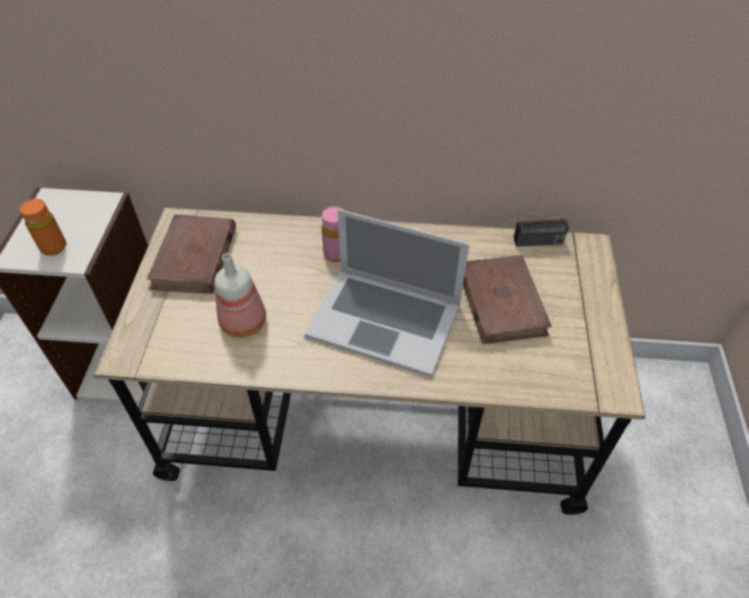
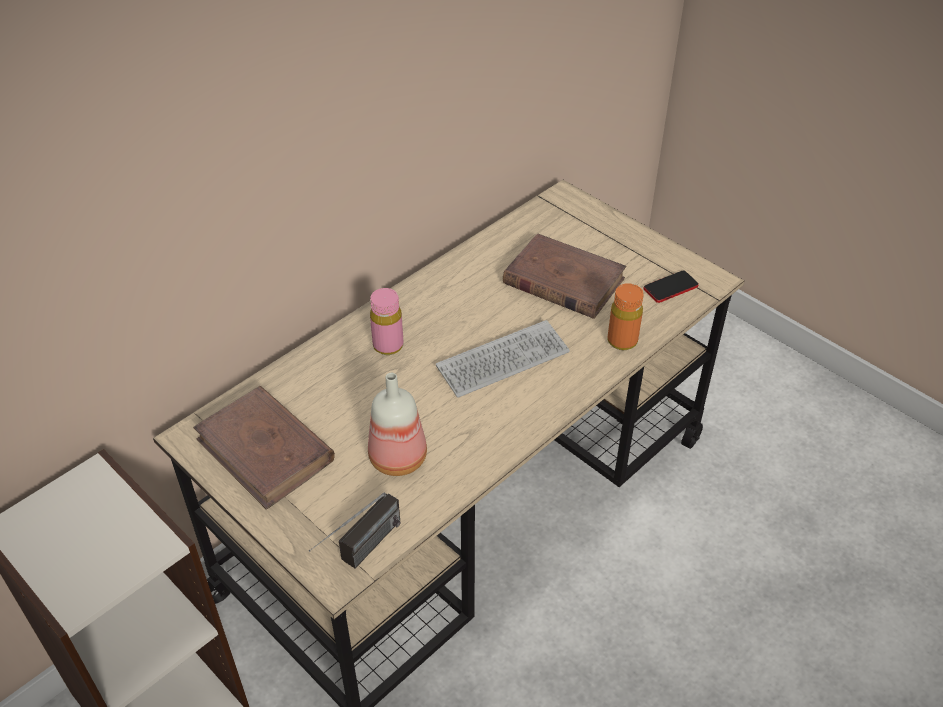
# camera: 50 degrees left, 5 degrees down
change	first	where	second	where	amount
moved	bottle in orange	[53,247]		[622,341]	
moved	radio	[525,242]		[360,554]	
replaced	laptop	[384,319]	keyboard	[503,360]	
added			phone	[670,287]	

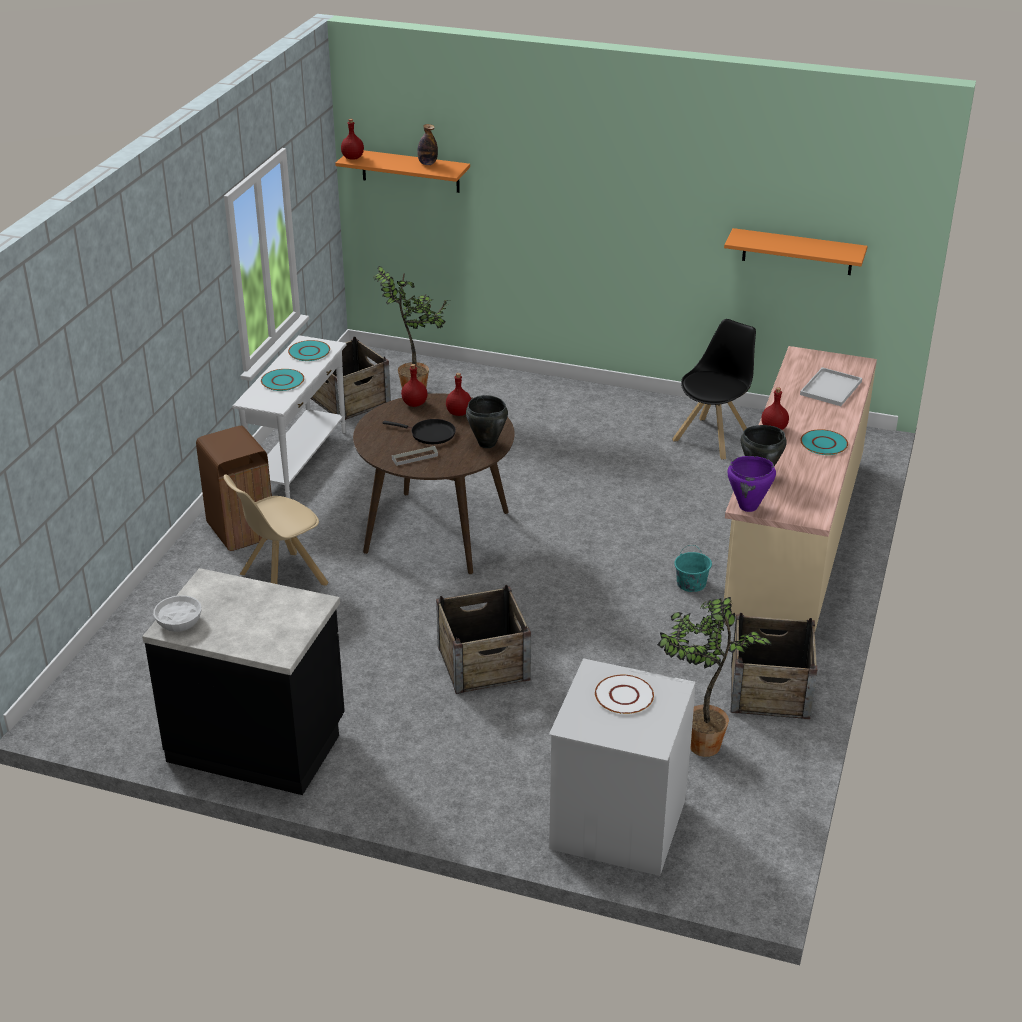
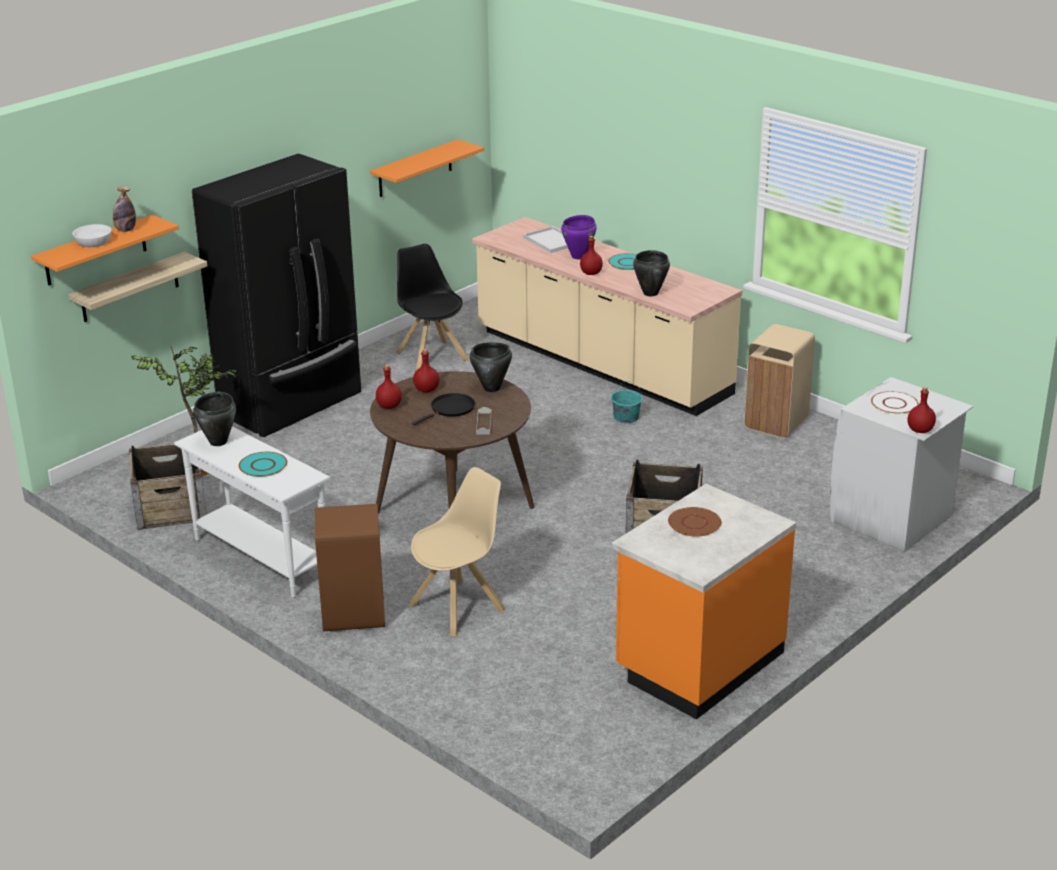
# camera: 65 degrees left, 5 degrees down
change	first	where	second	where	amount
moved	bottle in red	[353,158]		[919,430]	
replaced	plate in turquoise	[309,352]	cooking pot in black	[218,442]	
moved	cooking pot in purple	[748,507]		[579,256]	
turned	chair in beige	[281,579]		[459,606]	120 degrees counterclockwise
recoloured	counter in black	[258,741]	counter in orange	[698,662]	
moved	bowl in white	[179,621]		[93,242]	
removed	potted plant	[699,744]			
replaced	crate	[770,690]	trash can in beige	[777,423]	
added			fridge in black	[295,404]	
added			shelf	[129,288]	
added			plate in brown	[694,523]	

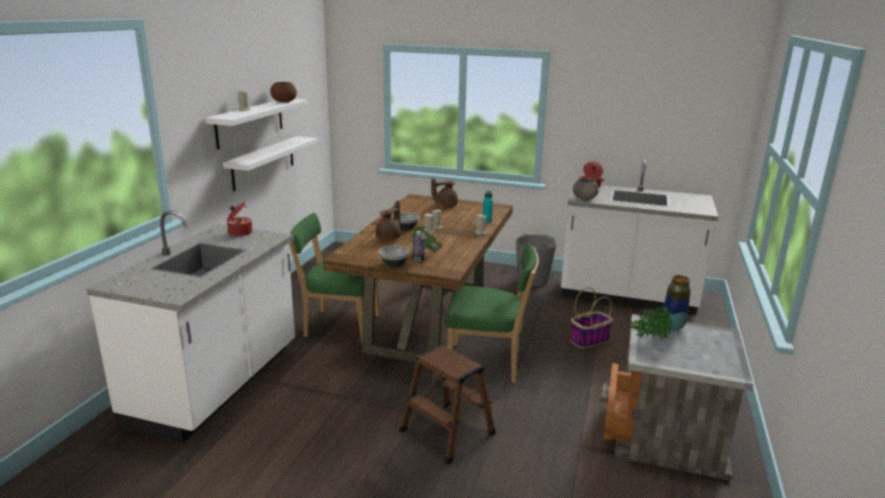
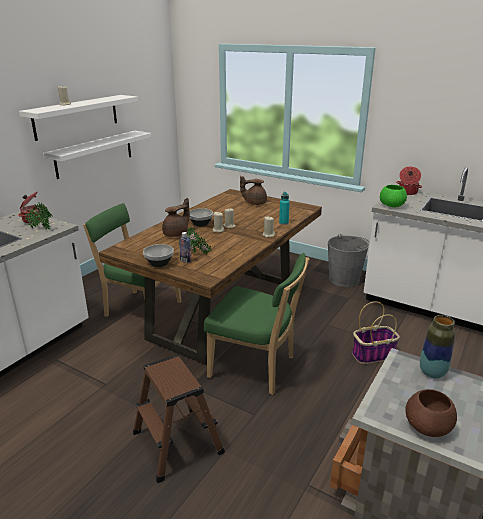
# camera: 15 degrees right, 5 degrees up
change	first	where	second	where	amount
moved	bowl in brown	[284,101]		[428,426]	
recoloured	bowl in grey	[584,198]	bowl in green	[392,205]	
moved	potted plant	[649,338]		[41,229]	

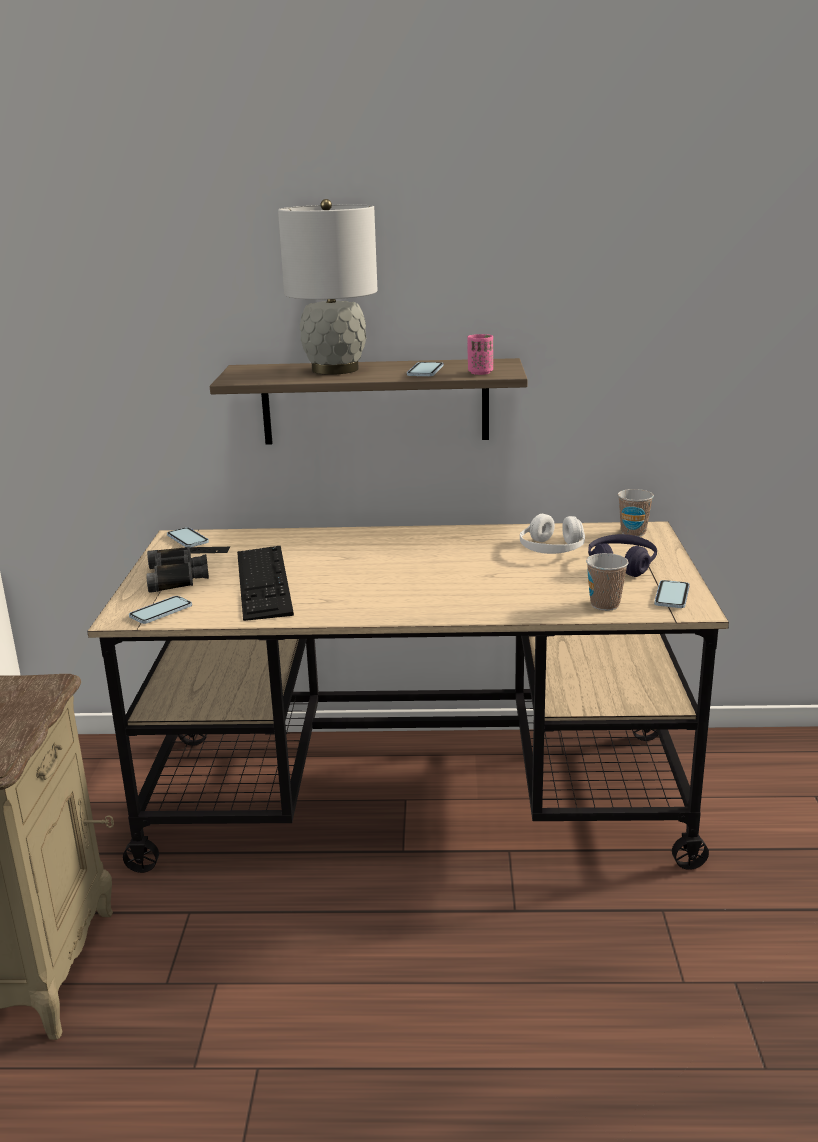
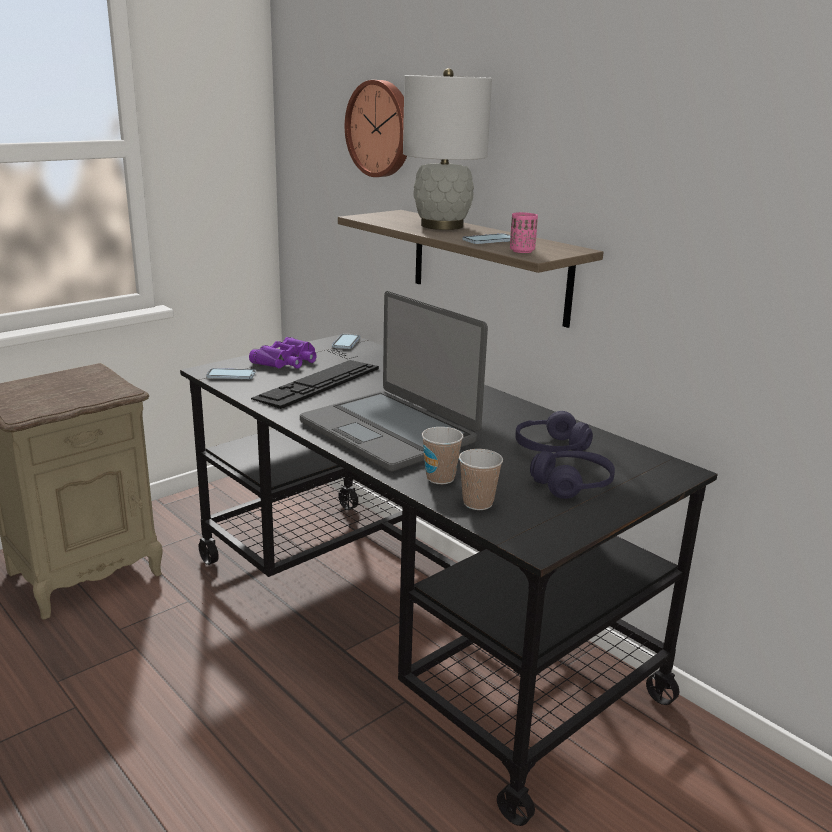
# camera: 45 degrees right, 0 degrees up
change	first	where	second	where	amount
moved	cup	[633,533]		[440,478]	
recoloured	headphones in white	[552,549]	headphones in purple	[550,448]	
recoloured	desk in beige	[414,797]	desk in black	[409,622]	
recoloured	binoculars in black	[177,577]	binoculars in purple	[287,361]	
removed	phone	[672,596]			
added			wall clock	[381,129]	
added			laptop	[390,431]	

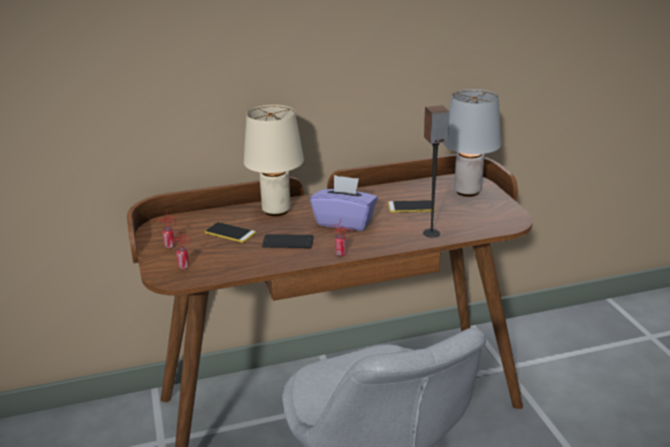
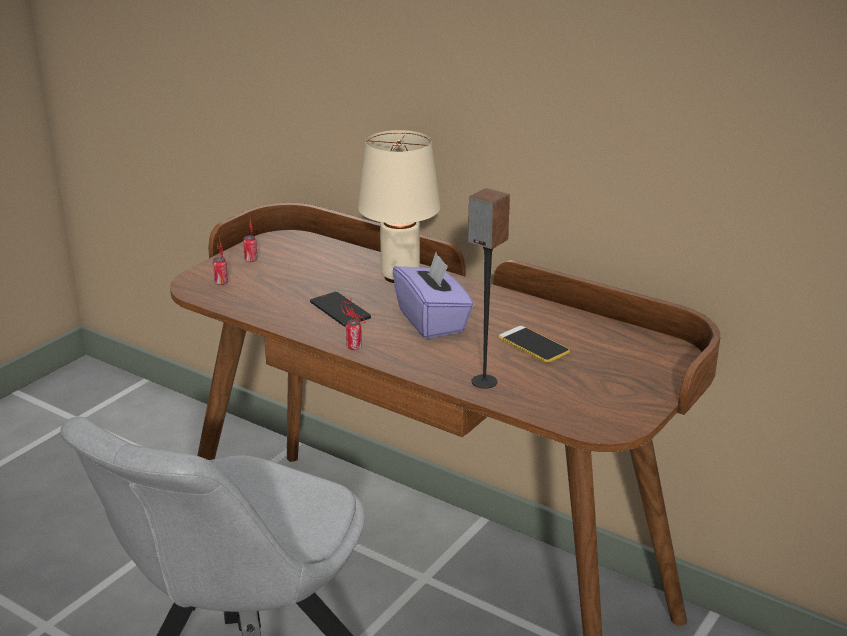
# camera: 50 degrees right, 0 degrees up
change	first	where	second	where	amount
removed	table lamp in grey	[468,191]			
removed	phone	[230,233]			

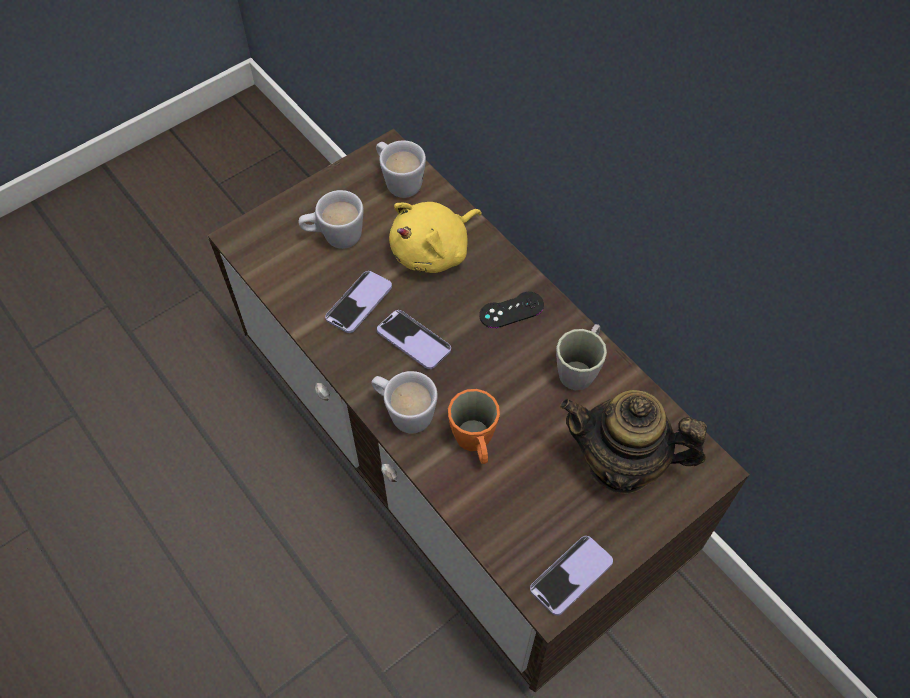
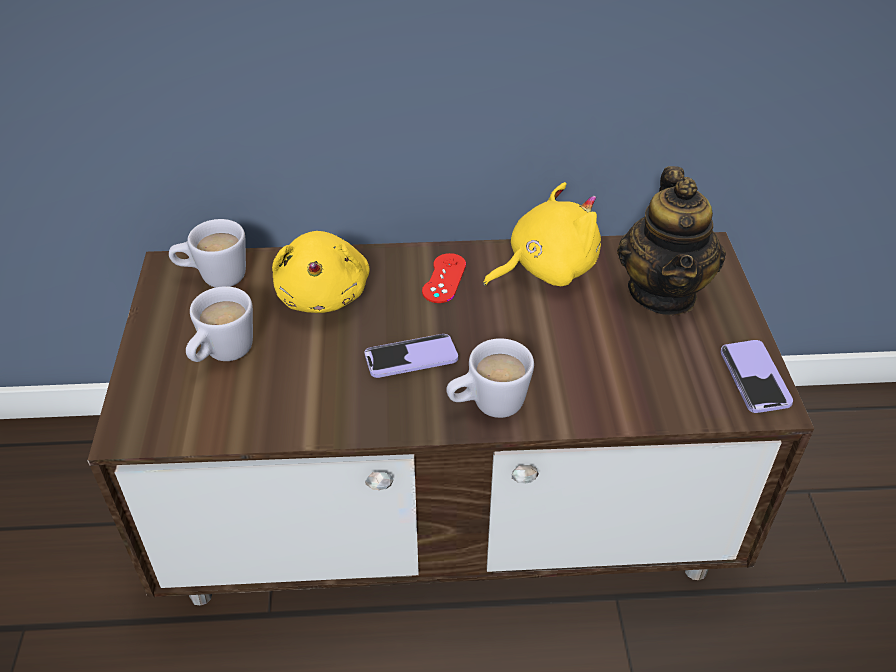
# camera: 55 degrees left, 15 degrees down
change	first	where	second	where	amount
removed	phone	[359,303]			
recoloured	game controller in black	[511,310]	game controller in red	[444,278]	
replaced	mug in grey	[580,368]	plush toy in yellow	[546,268]	
removed	mug in orange	[475,443]			
turned	teapot	[621,464]		[663,292]	45 degrees counterclockwise

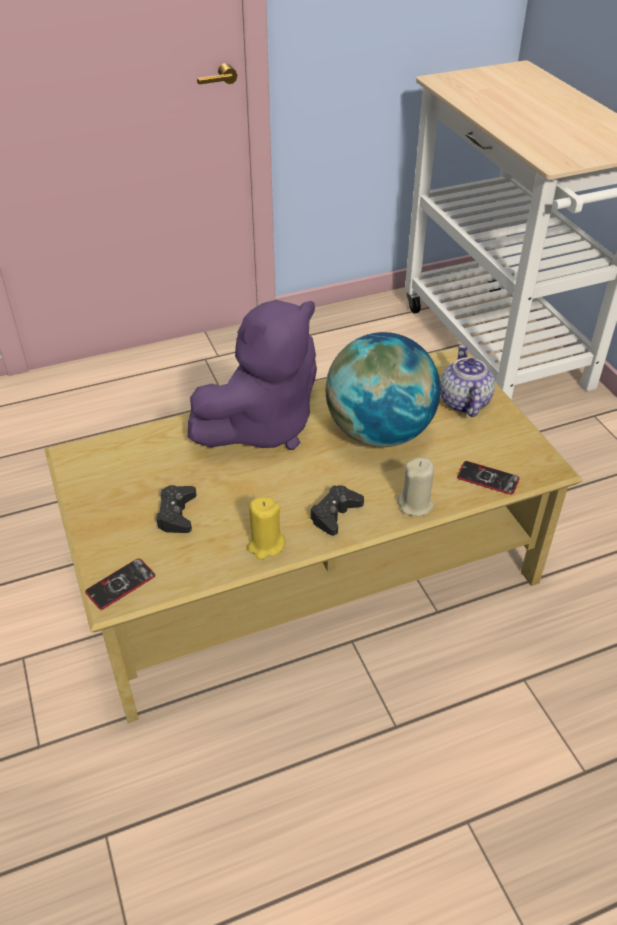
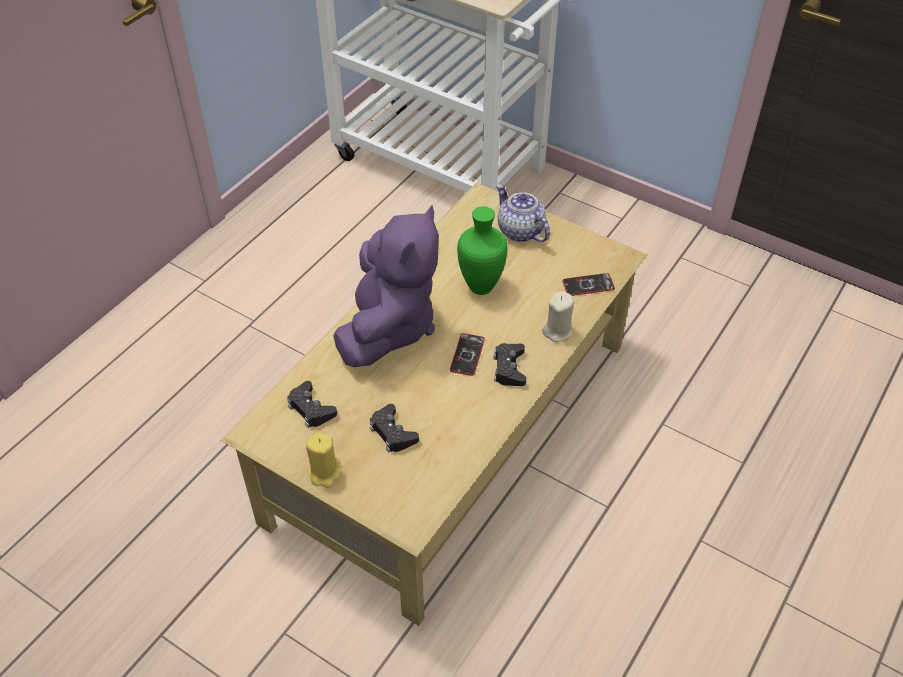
# camera: 35 degrees left, 5 degrees up
change	first	where	second	where	amount
replaced	globe	[379,433]	vase in green	[482,287]	
moved	candle in yellow	[266,545]		[325,473]	
moved	phone	[120,584]		[467,355]	
added			game controller in black	[311,409]	

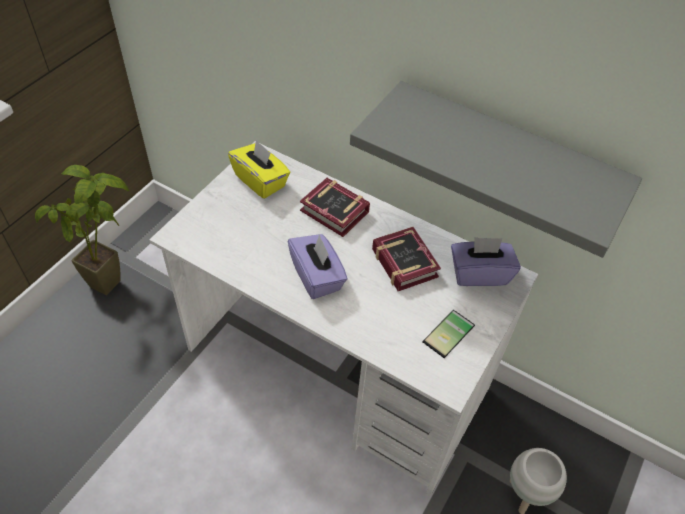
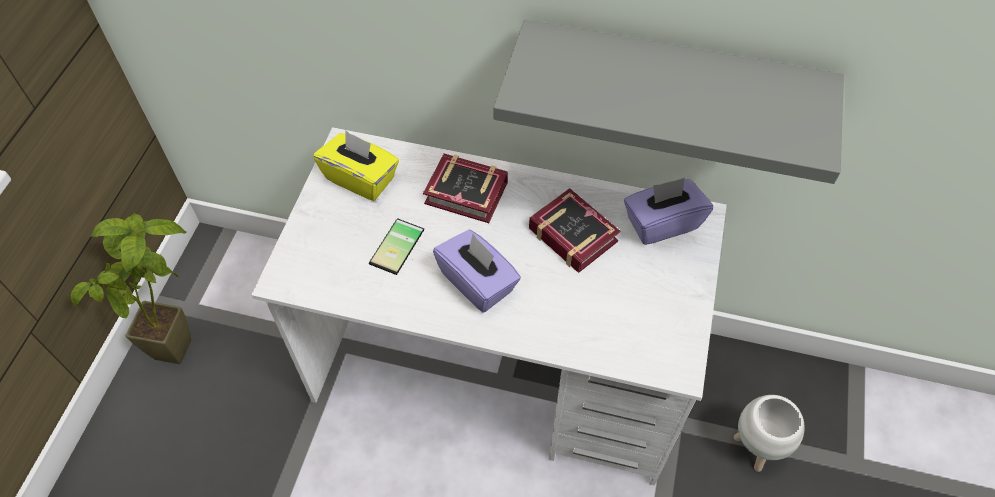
# camera: 15 degrees left, 5 degrees up
change	first	where	second	where	amount
moved	phone	[451,335]		[400,247]	

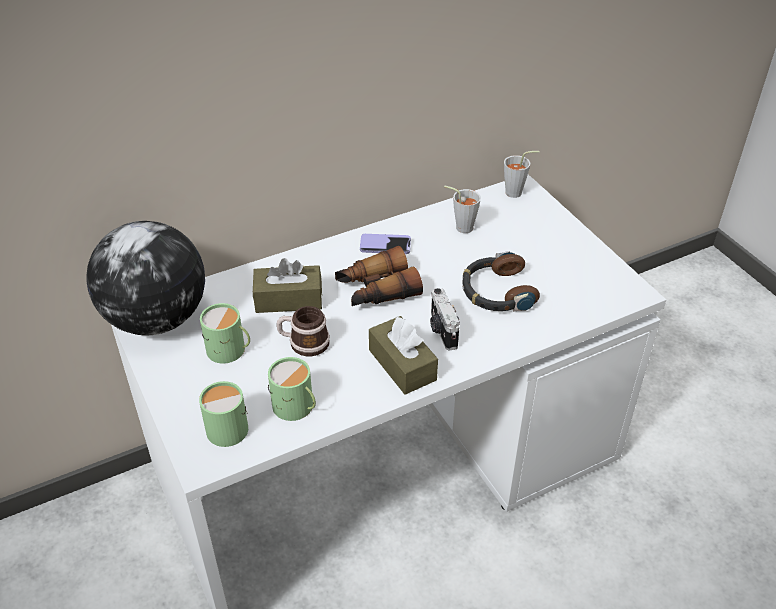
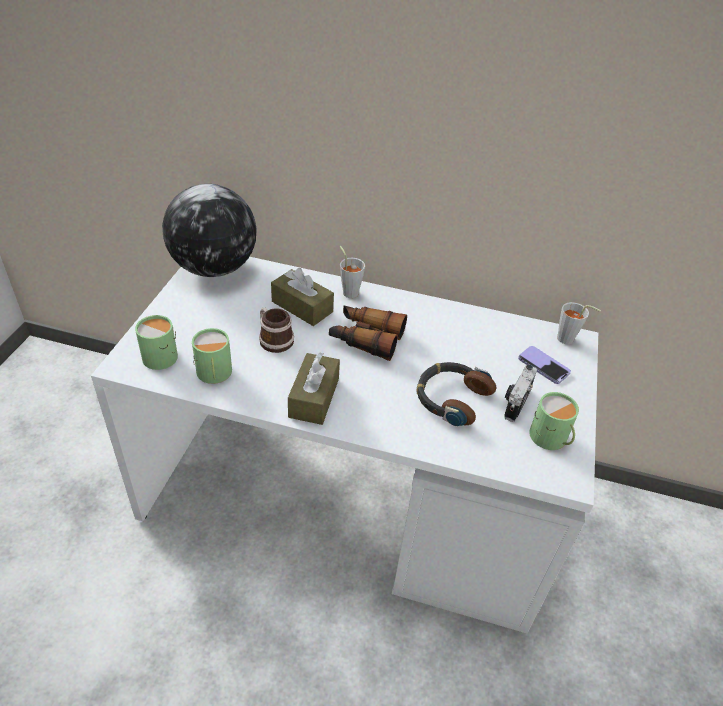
# camera: 40 degrees right, 0 degrees up
change	first	where	second	where	amount
moved	cup in grey	[460,227]		[349,291]	
moved	phone	[385,245]		[543,366]	
moved	photo camera	[442,331]		[515,402]	
moved	mug in green	[229,350]		[550,439]	

